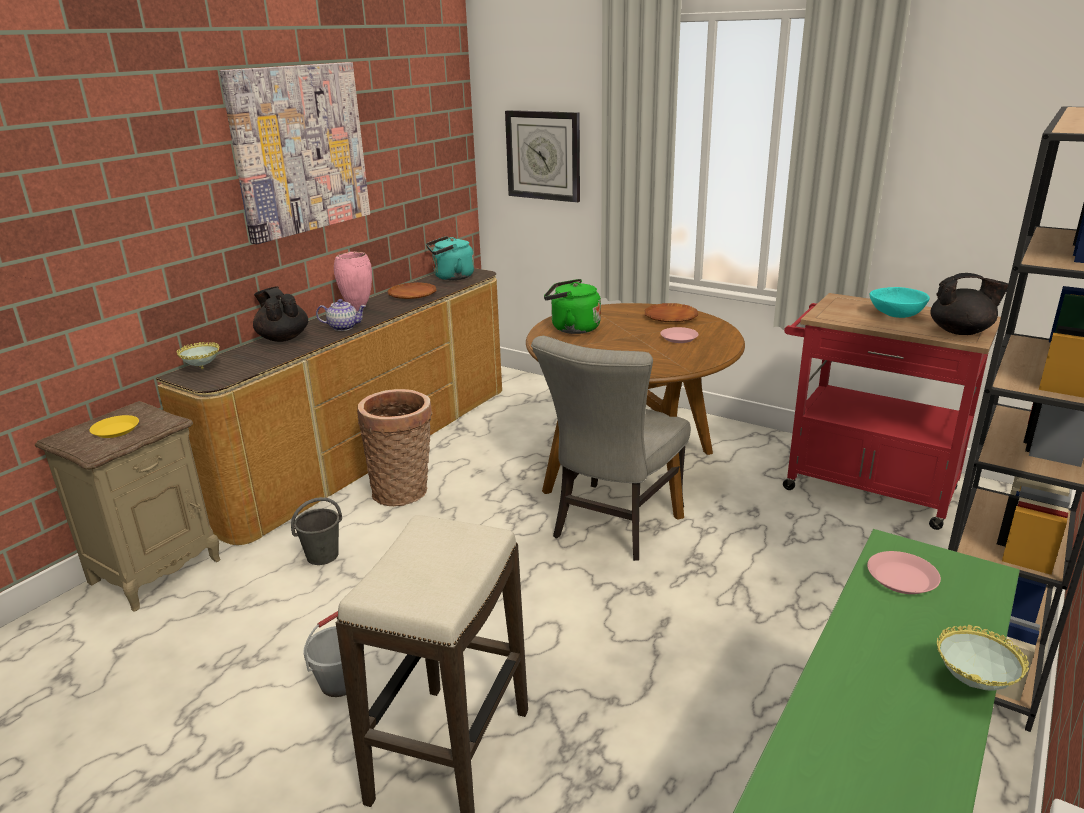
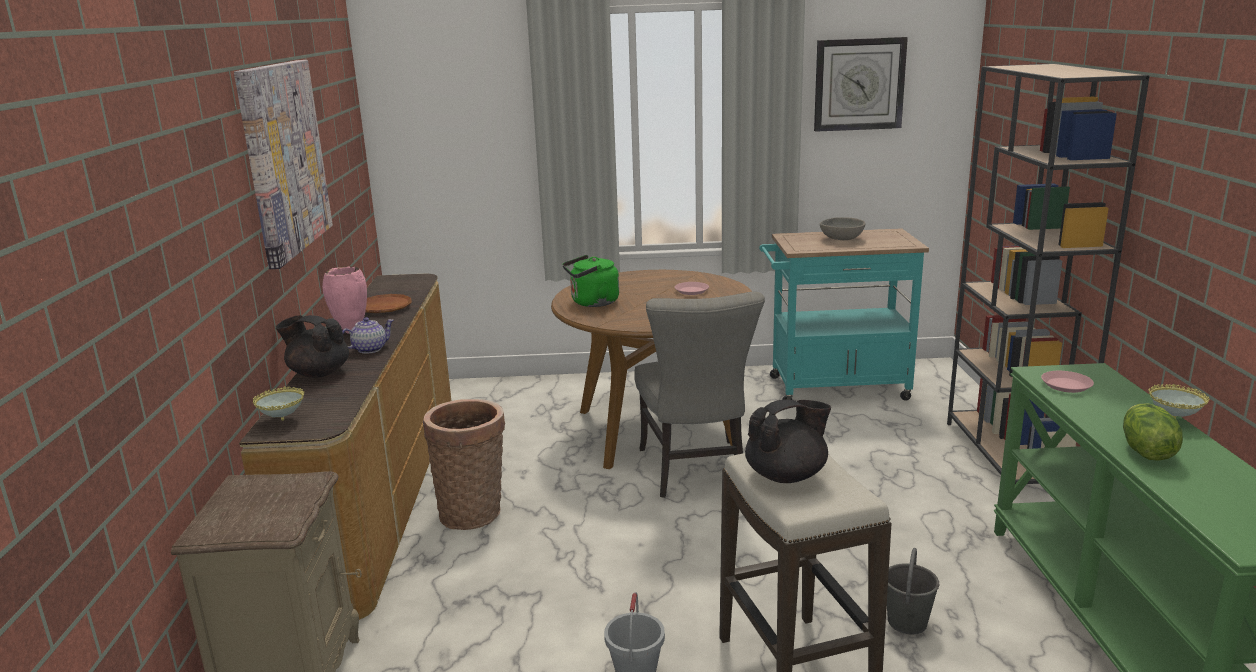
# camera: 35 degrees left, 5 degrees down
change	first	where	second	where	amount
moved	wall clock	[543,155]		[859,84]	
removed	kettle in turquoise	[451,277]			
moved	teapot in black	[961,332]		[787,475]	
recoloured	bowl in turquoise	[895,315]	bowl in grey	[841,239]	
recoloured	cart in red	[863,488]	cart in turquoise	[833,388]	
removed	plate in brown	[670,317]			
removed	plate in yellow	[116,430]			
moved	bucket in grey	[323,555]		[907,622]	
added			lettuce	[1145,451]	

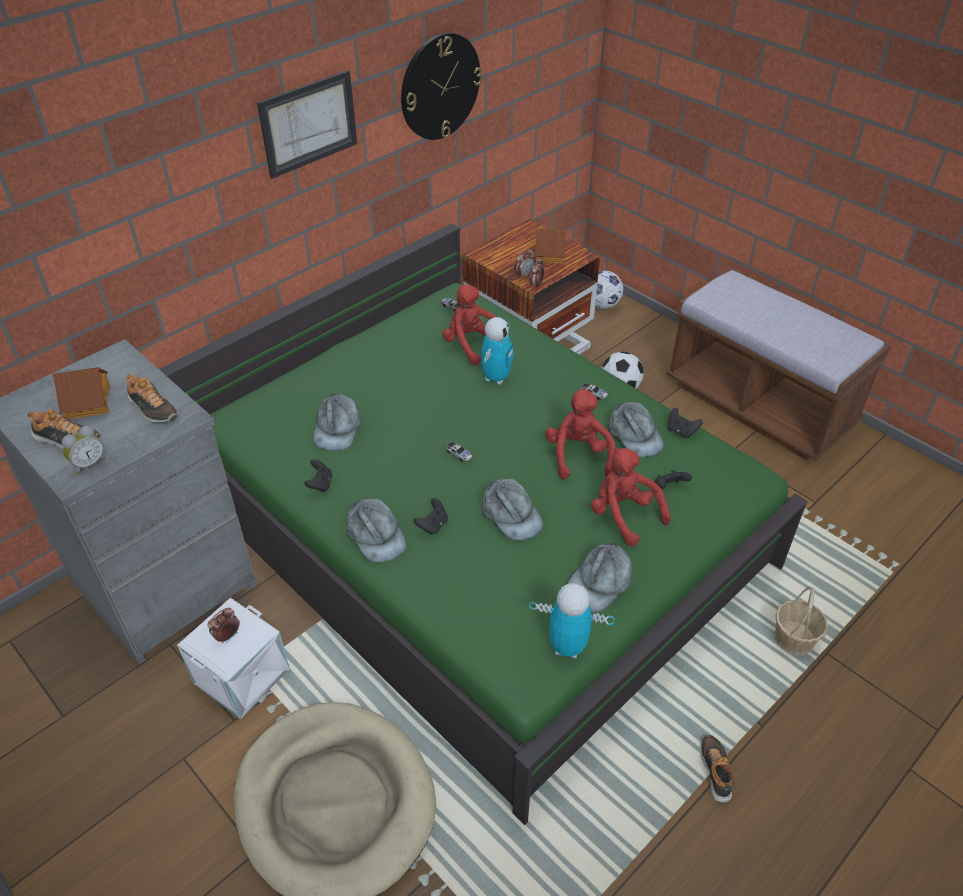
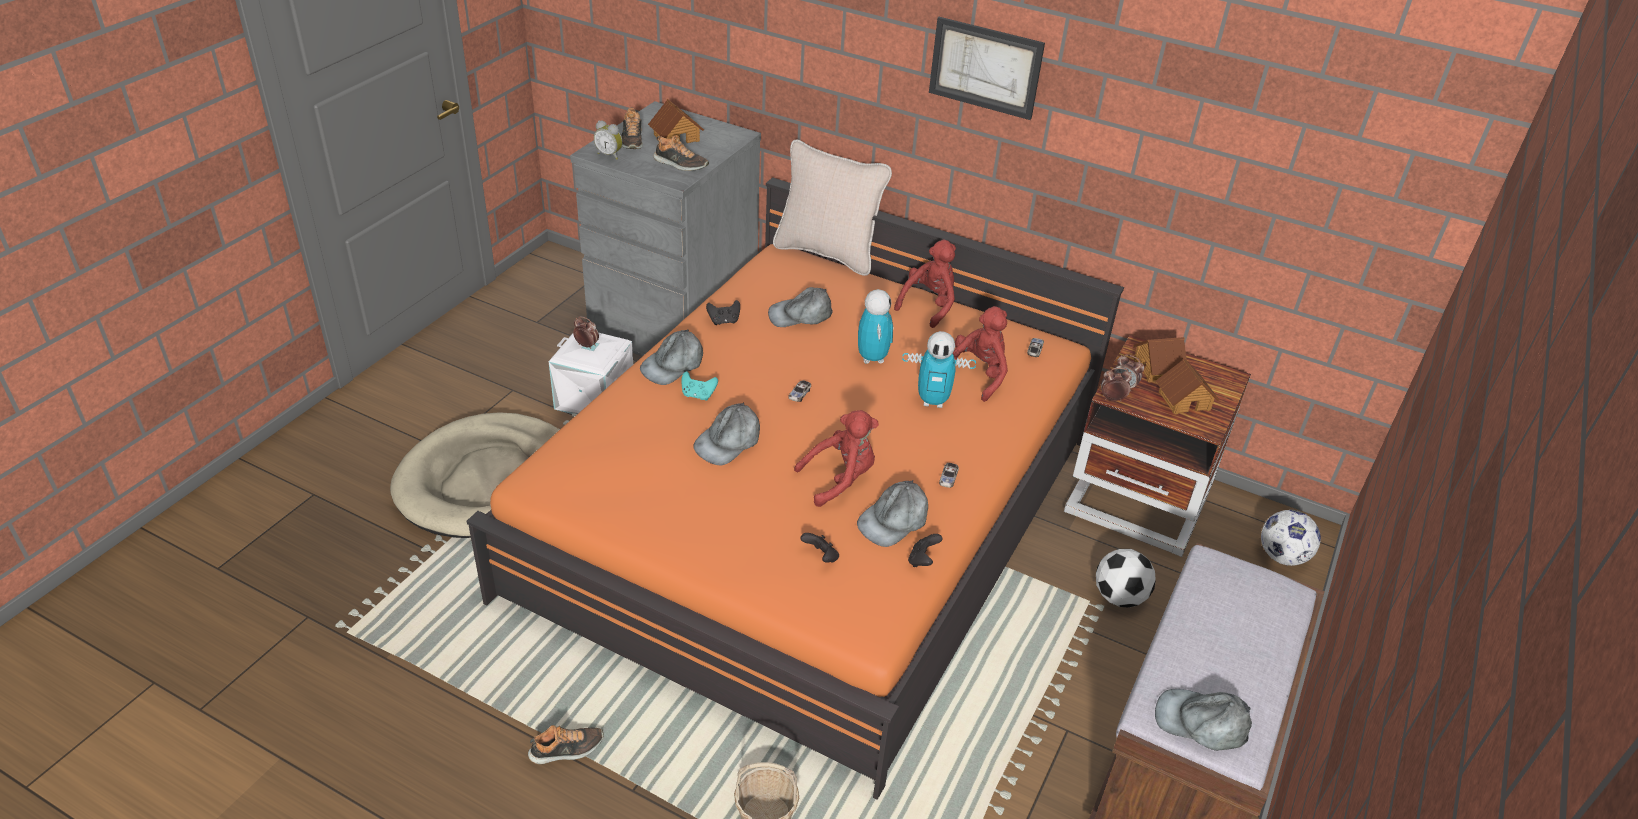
# camera: 70 degrees right, 5 degrees down
change	first	where	second	where	amount
removed	wall clock	[440,87]			
recoloured	bed in green	[480,533]	bed in orange	[813,512]	
turned	shoe	[152,409]		[680,164]	90 degrees counterclockwise
moved	plush toy in red	[623,515]		[929,305]	
recoloured	game controller in black	[433,525]	game controller in turquoise	[698,395]	
moved	cap in grey	[600,582]		[1201,722]	
moved	toy robot	[567,647]		[872,358]	
added			pillow in beige	[827,253]	
added			toy house	[1158,369]	

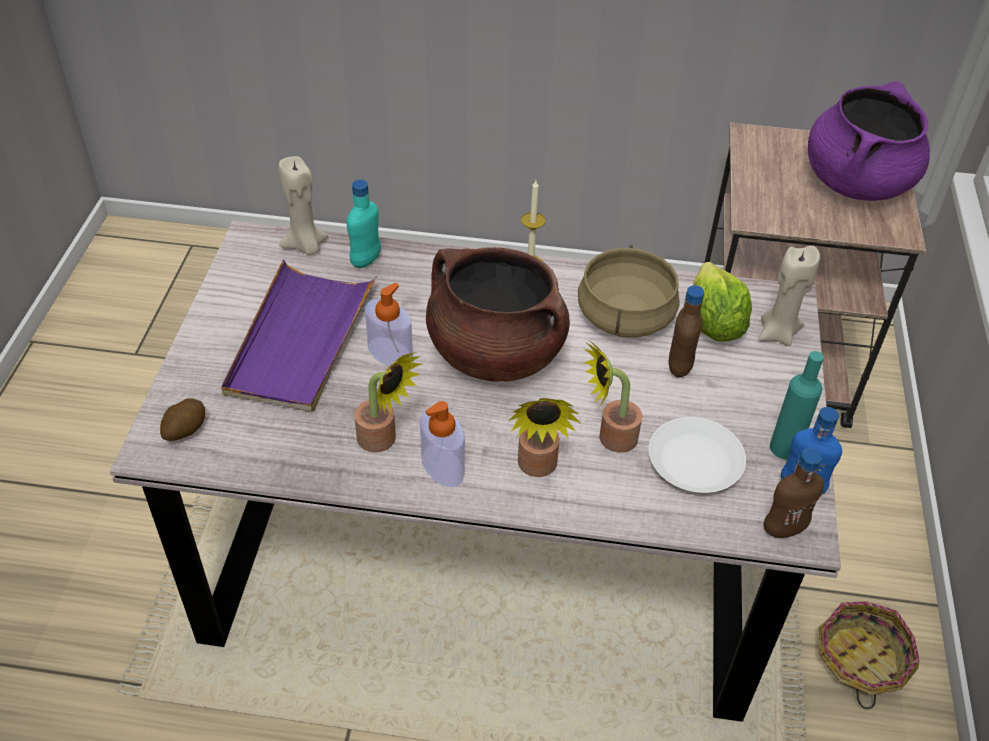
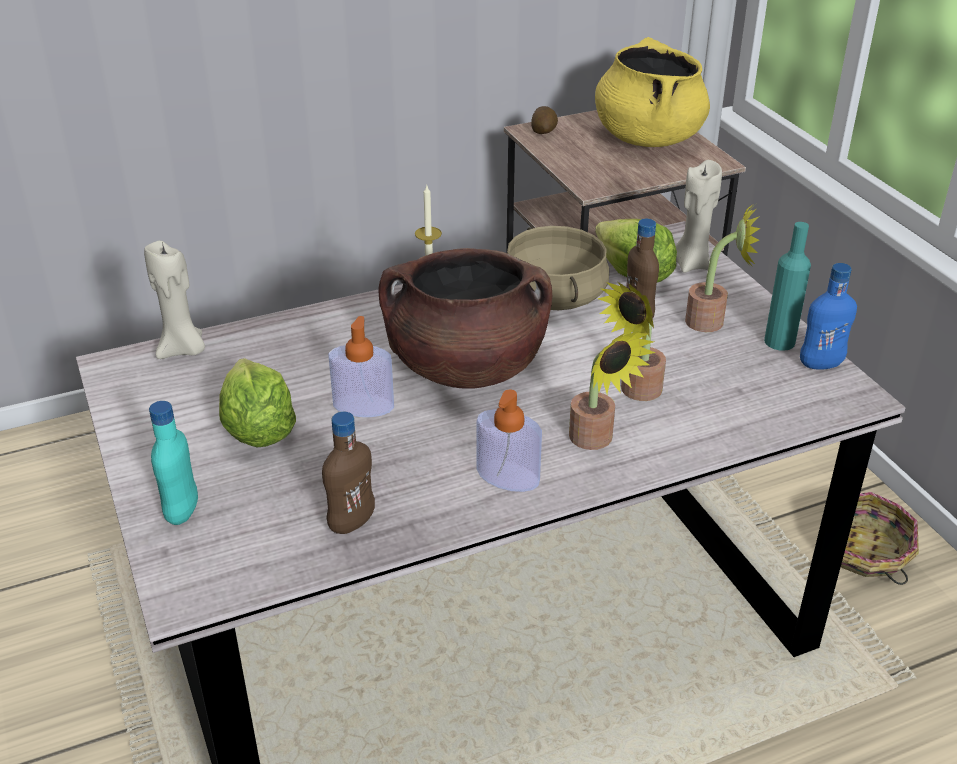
# camera: 30 degrees left, 10 degrees down
change	first	where	second	where	amount
recoloured	cooking pot in purple	[856,182]	cooking pot in yellow	[648,138]	
moved	bottle in turquoise	[366,260]		[182,511]	
replaced	tray in purple	[300,340]	lettuce	[258,431]	
moved	potted plant	[383,441]		[712,322]	
moved	potato	[185,430]		[544,131]	
removed	plate in white	[695,461]			
moved	bottle in brown	[784,529]		[351,523]	

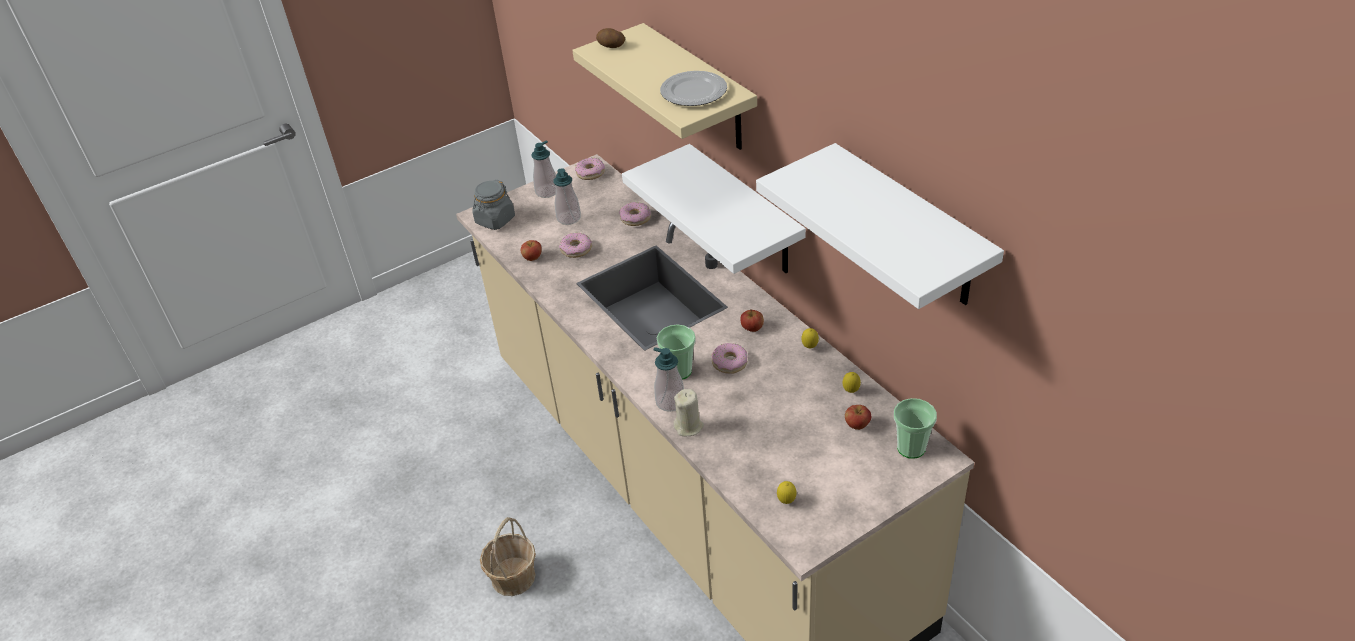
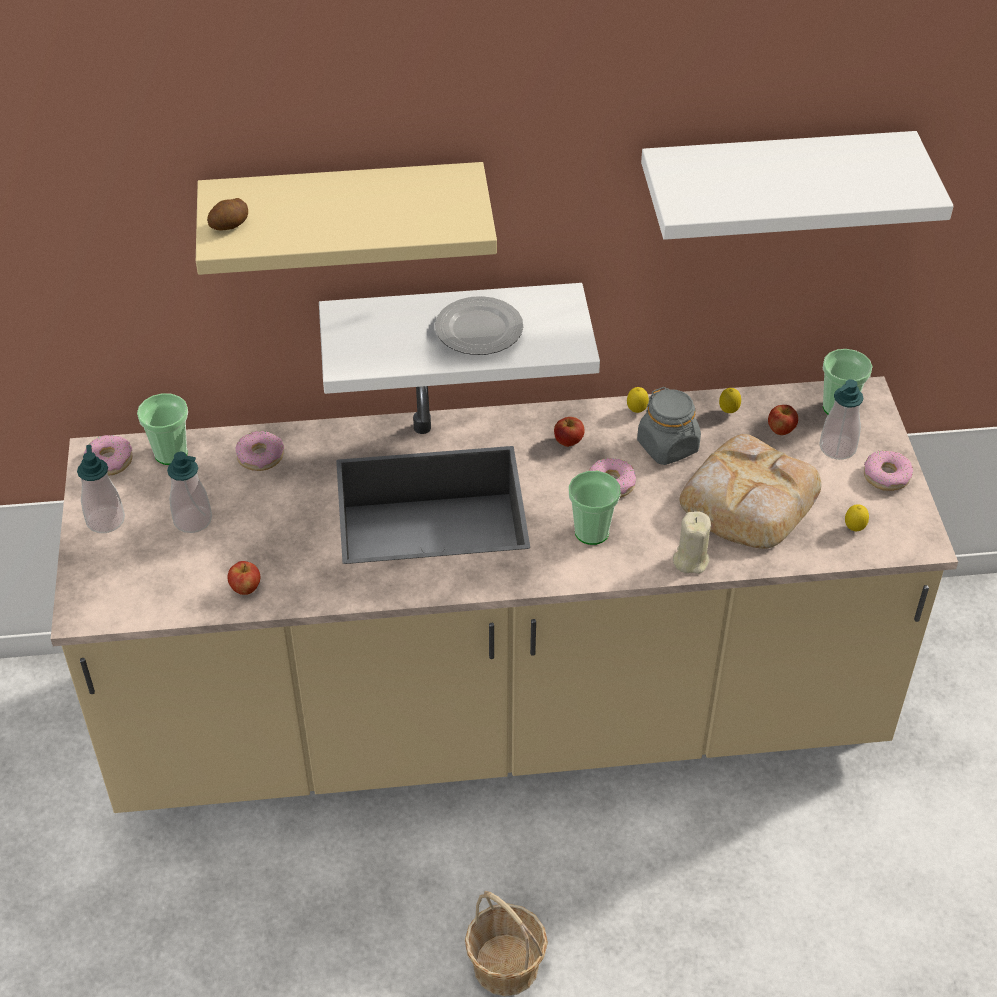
# camera: 65 degrees left, 5 degrees up
change	first	where	second	where	amount
moved	plate	[694,92]		[479,329]	
moved	jar in grey	[495,220]		[668,446]	
moved	donut	[576,249]		[886,476]	
moved	soap dispenser	[670,402]		[837,448]	
added			cup	[171,453]	
added			bread	[746,500]	

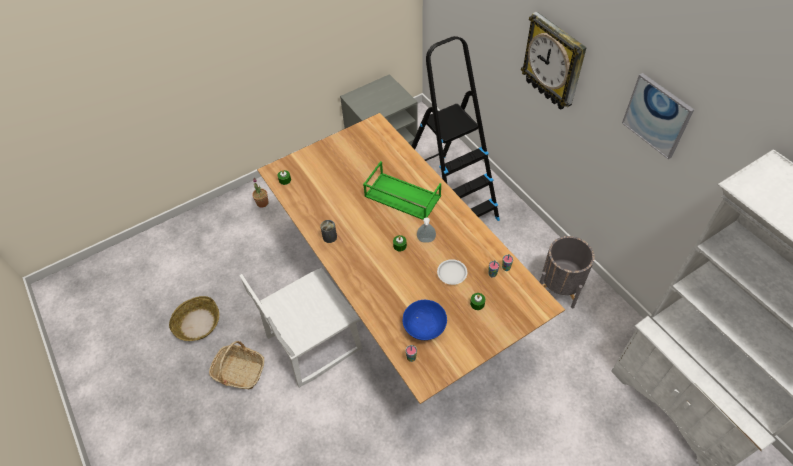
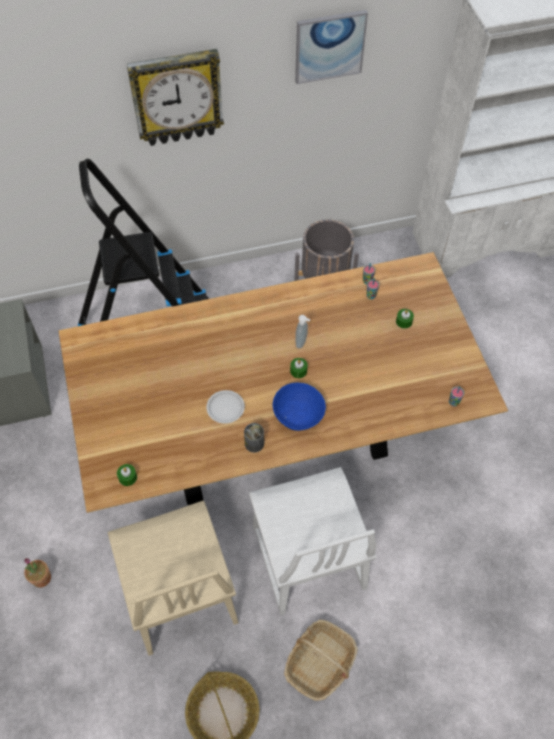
# camera: 75 degrees left, 5 degrees up
change	first	where	second	where	amount
removed	tray in green	[401,196]			
moved	plate in white	[451,273]		[225,408]	
moved	bowl in blue	[425,327]		[298,414]	
added			chair in beige	[178,593]	

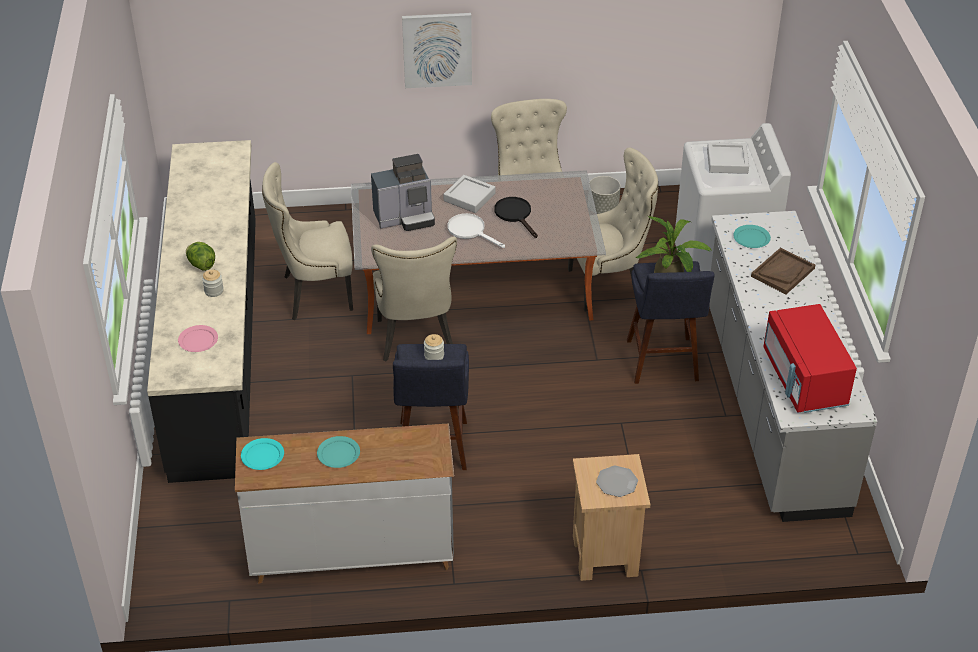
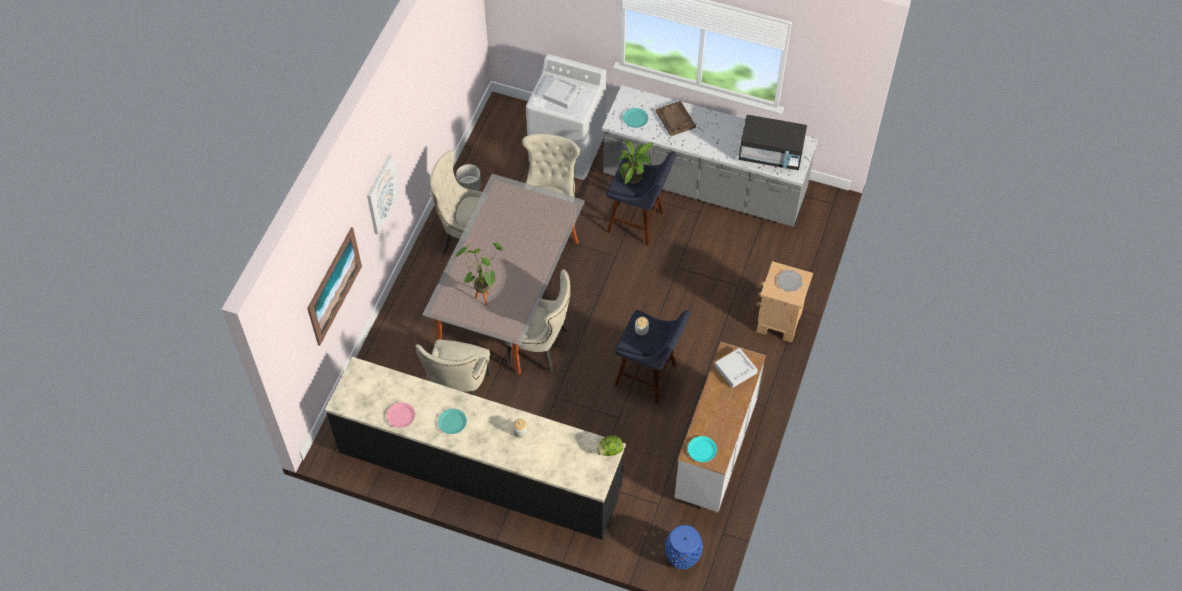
# camera: 65 degrees left, 15 degrees up
change	first	where	second	where	amount
replaced	coffee machine	[405,217]	potted plant	[482,295]	
moved	tray in grey	[469,197]		[735,369]	
removed	frying pan in black	[515,215]			
removed	frying pan in white	[470,231]			
moved	lettuce	[201,265]		[610,451]	
recoloured	microwave in red	[804,380]	microwave in black	[771,154]	
moved	plate in pink	[198,340]		[401,415]	
moved	plate in turquoise	[339,453]		[452,422]	
added			picture	[334,286]	
added			stool in blue	[682,556]	

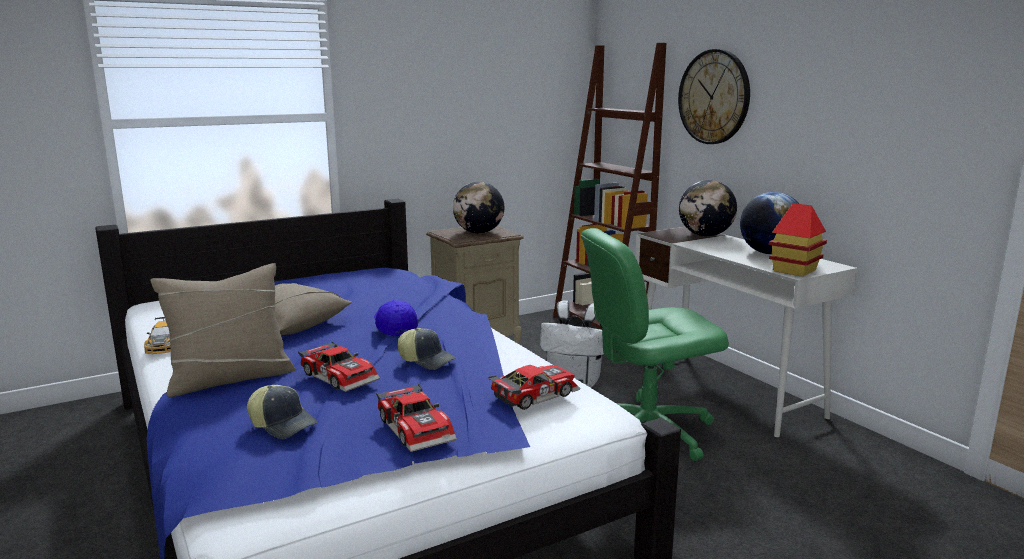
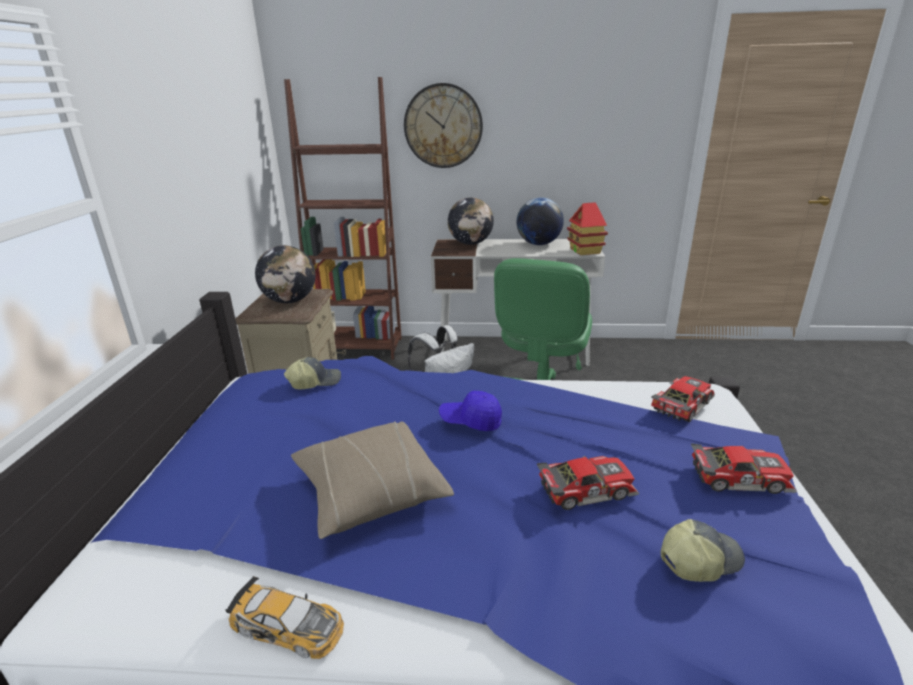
# camera: 55 degrees left, 10 degrees up
change	first	where	second	where	amount
removed	pillow in beige	[231,378]			
moved	cap	[427,360]		[315,381]	
turned	toy car	[533,394]		[680,404]	45 degrees clockwise

